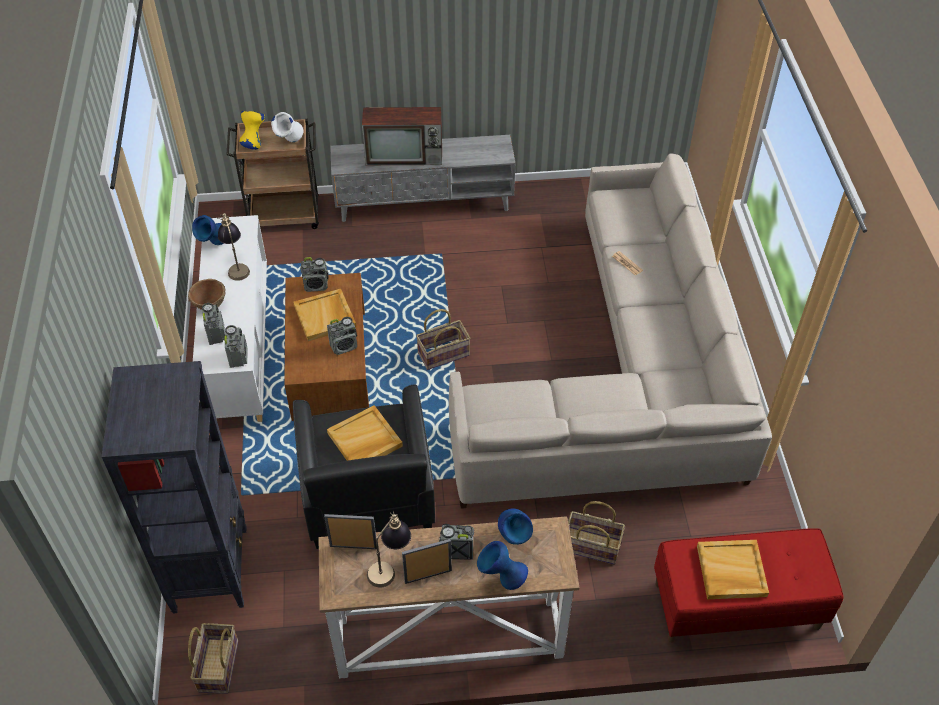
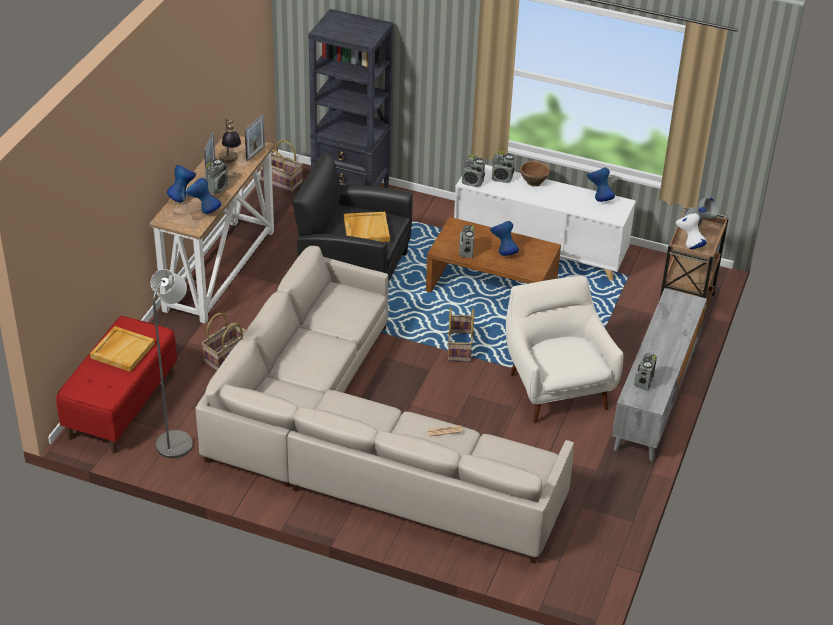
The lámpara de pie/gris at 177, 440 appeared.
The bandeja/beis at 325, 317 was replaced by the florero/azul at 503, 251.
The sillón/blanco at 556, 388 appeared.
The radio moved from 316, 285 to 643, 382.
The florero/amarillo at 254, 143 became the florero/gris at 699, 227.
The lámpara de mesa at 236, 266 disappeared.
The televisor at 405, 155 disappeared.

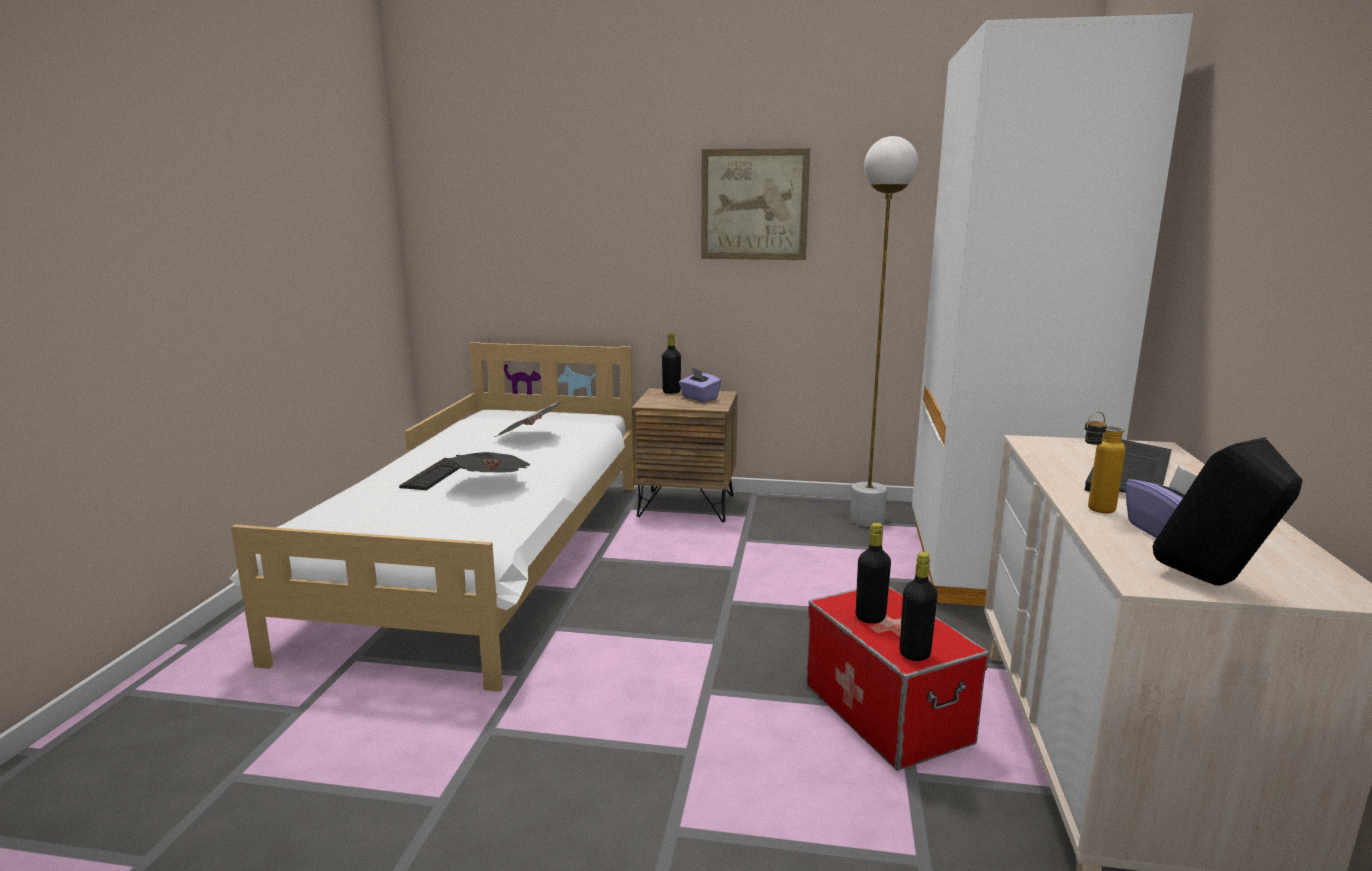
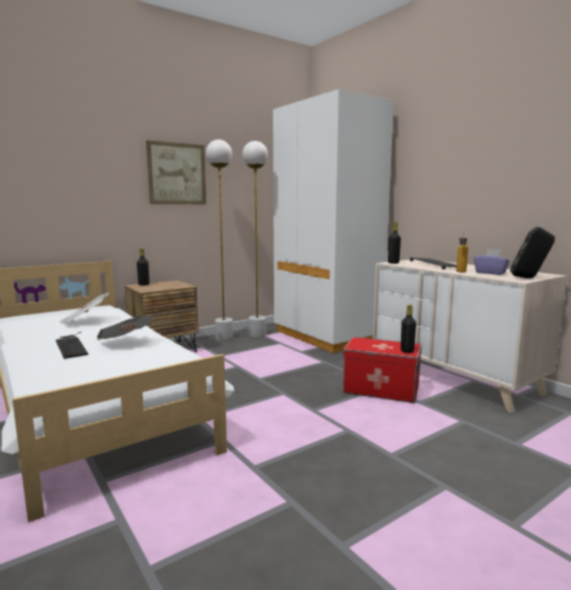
The lámpara de pie/blanco at 224, 337 appeared.
The botella/negro moved from 870, 617 to 393, 263.
The caja de pañuelos/morado at 699, 398 disappeared.

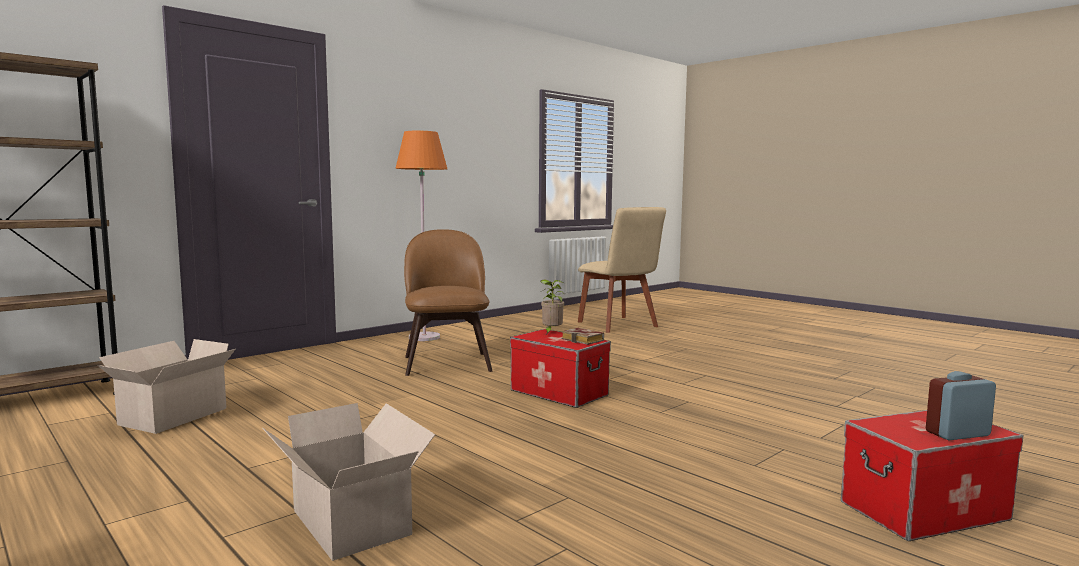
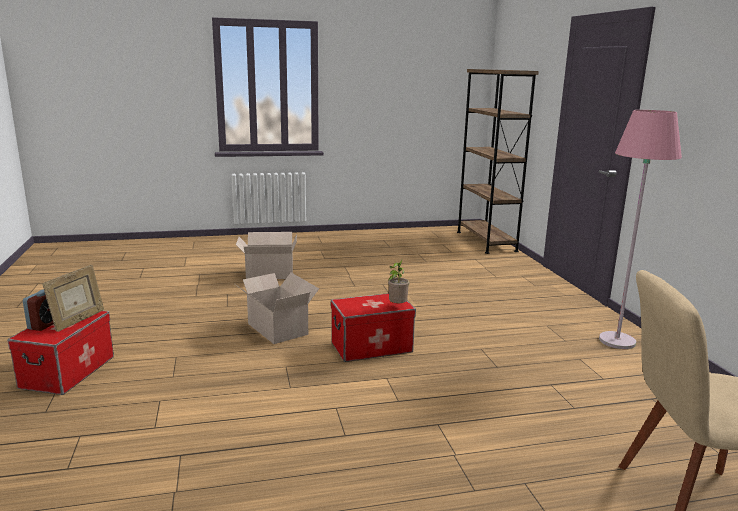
The portarretratos at 78, 321 appeared.
The caja de cartón moved from 170, 417 to 277, 328.
The lámpara de pie/naranja at 424, 337 became the lámpara de pie/rosa at 617, 341.
The silla/marrón at 447, 362 disappeared.
The libro at 584, 340 disappeared.

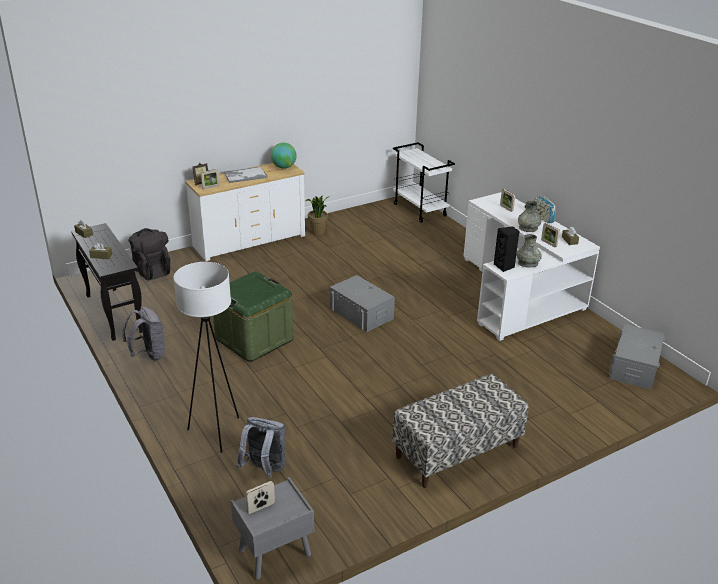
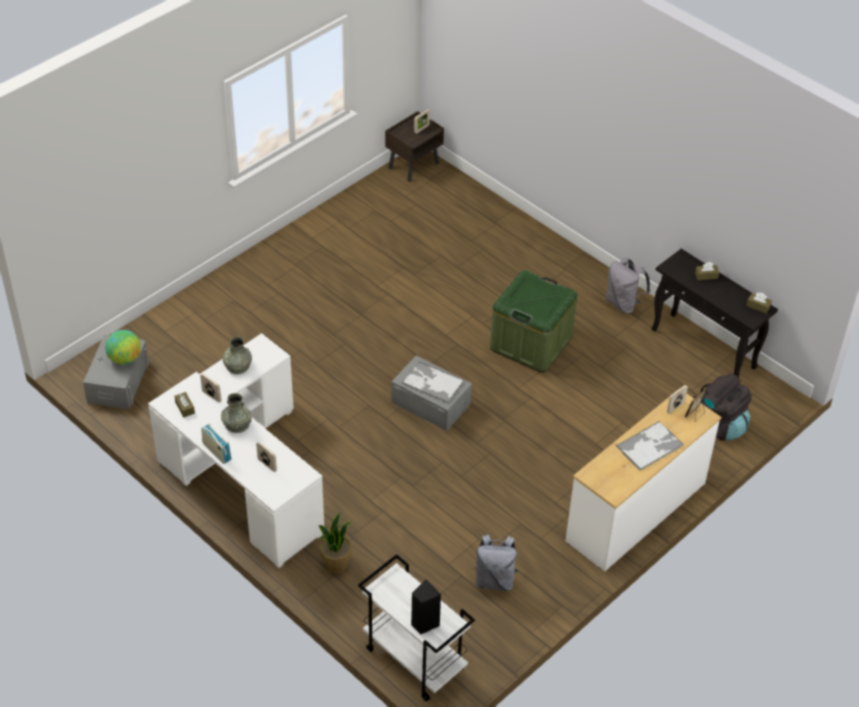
The globo terráqueo moved from 284, 167 to 125, 359.
The planta en maceta moved from 318, 232 to 336, 564.
The mesita de noche/gris at 274, 553 became the mesita de noche/marrón at 414, 165.
The bandeja at 432, 382 appeared.
The altavoz/negro moved from 504, 266 to 424, 623.
The mochila/gris moved from 264, 469 to 494, 580.
The lámpara de pie/blanco at 216, 432 disappeared.
The banco at 457, 452 disappeared.

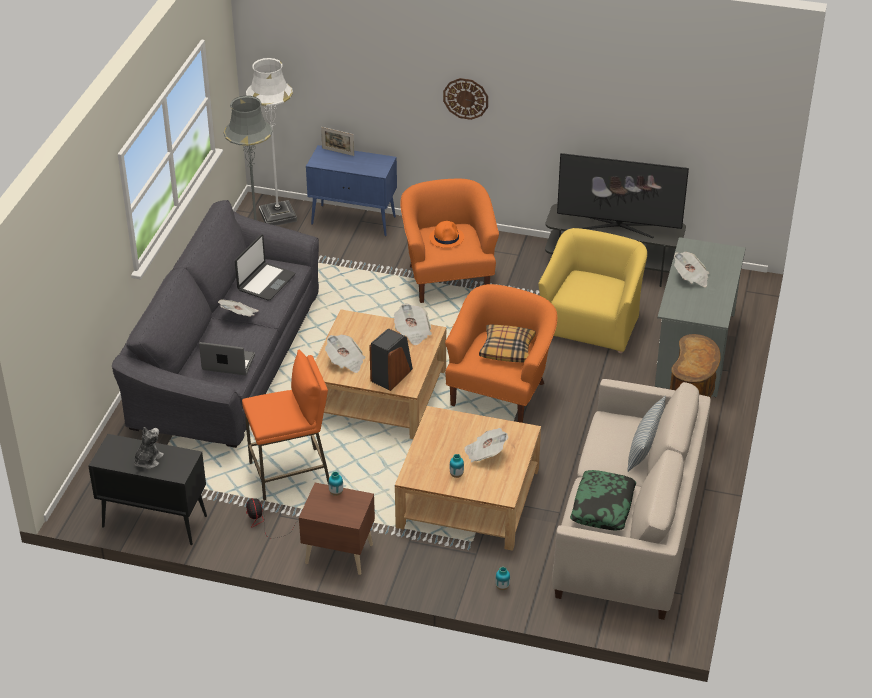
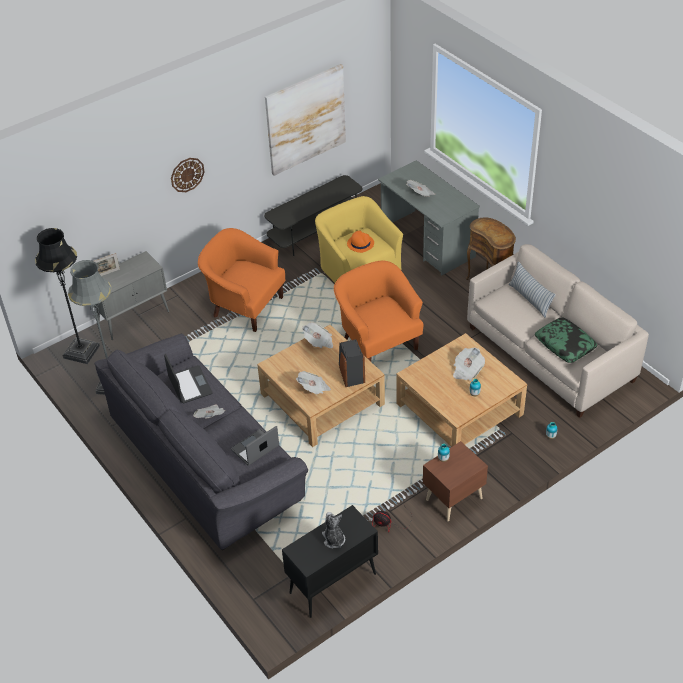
The lámpara de pie/blanco at 278, 215 became the lámpara de pie/negro at 81, 352.
The armario/azul at 354, 220 became the armario/gris at 134, 317.
The cuadro at 306, 119 appeared.
The sombrero/naranja moved from 446, 238 to 360, 243.
The taburete/naranja at 290, 473 disappeared.
The cojín at 507, 349 disappeared.
The televisor at 618, 226 disappeared.

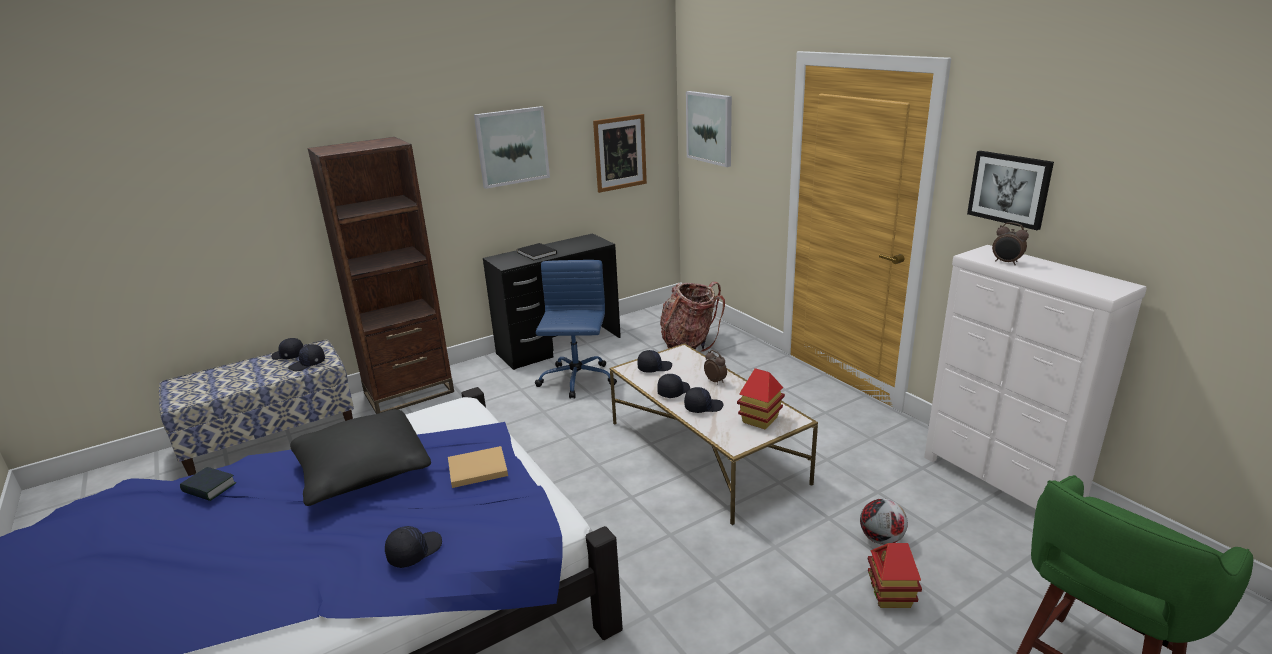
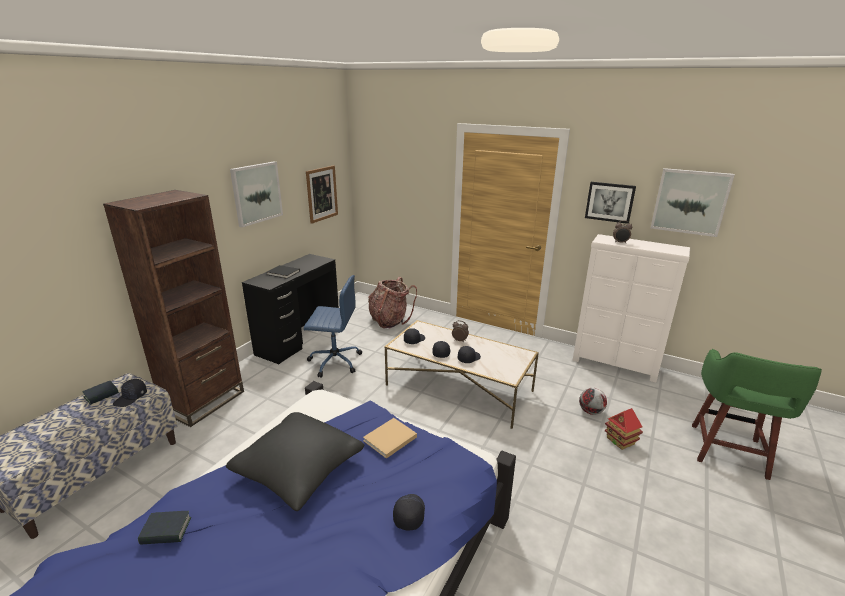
The gorra/negro at 288, 356 was replaced by the libro at 101, 395.
The silla de oficina/azul at 576, 380 turned 120 degrees clockwise.
The cuadro moved from 710, 128 to 690, 202.
The casita at 760, 419 disappeared.

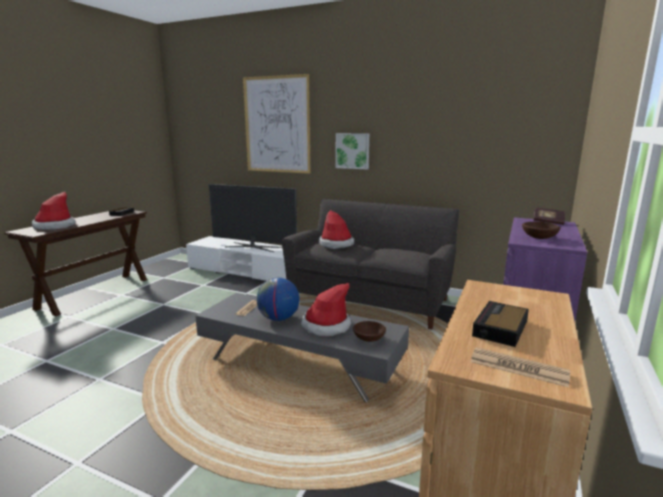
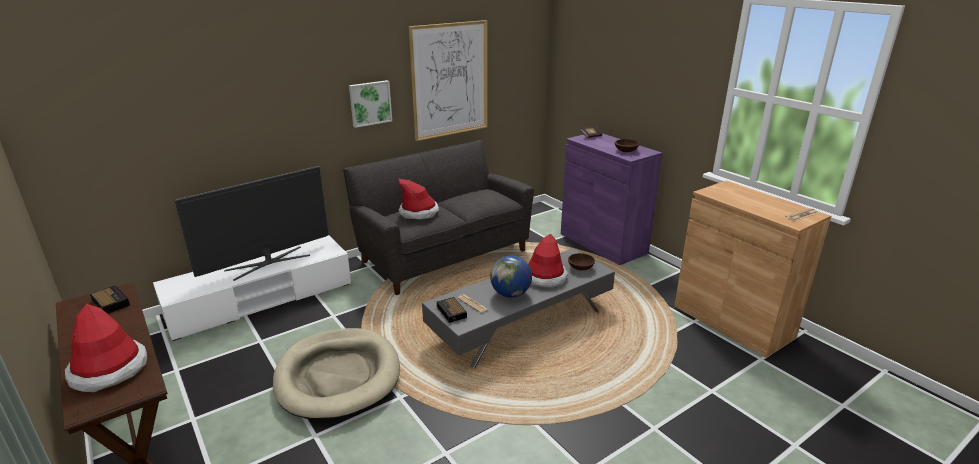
The cama para perro/beis at 338, 376 appeared.
The cuadro moved from 277, 125 to 450, 80.
The despertador moved from 500, 329 to 452, 312.

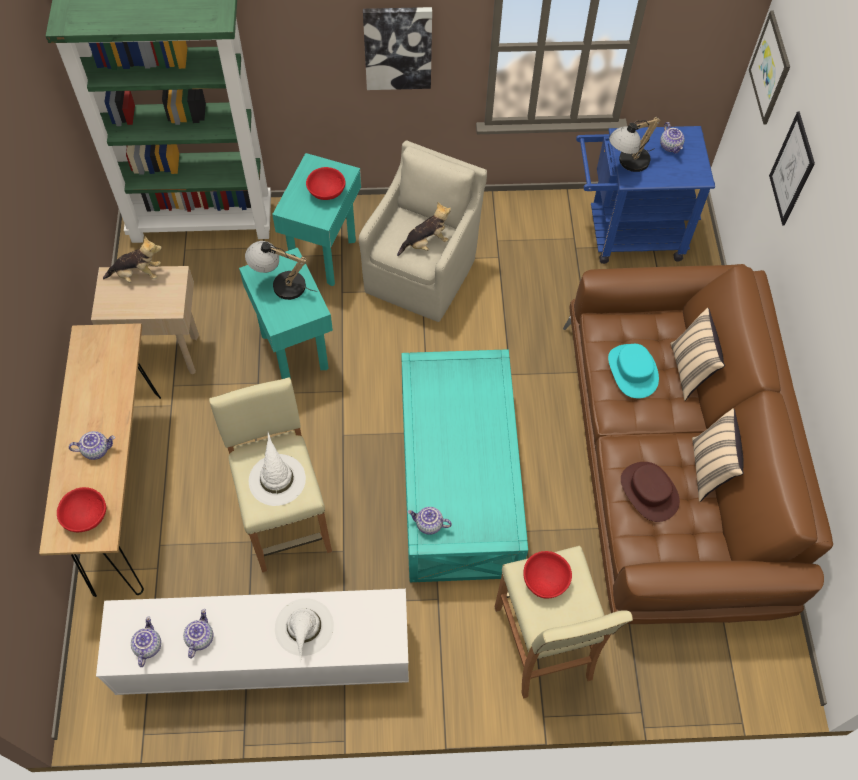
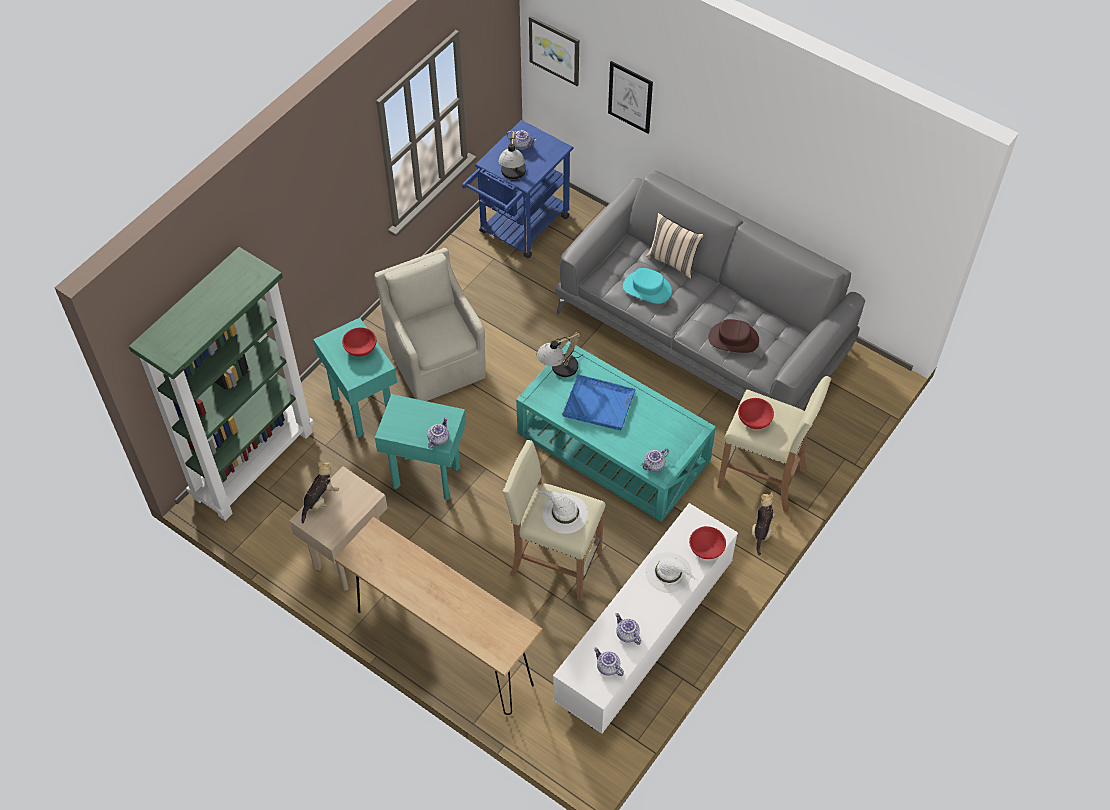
The tetera moved from 96, 449 to 438, 439.
The lámpara de mesa moved from 280, 284 to 559, 370.
The sofá/marrón at 669, 464 became the sofá/gris at 704, 330.
The bandeja/azul at 599, 404 appeared.
The cuenco/rojo moved from 86, 516 to 707, 548.
The peluche moved from 426, 243 to 762, 530.
The cuadro at 398, 47 disappeared.
The cojín/beis at 709, 469 disappeared.

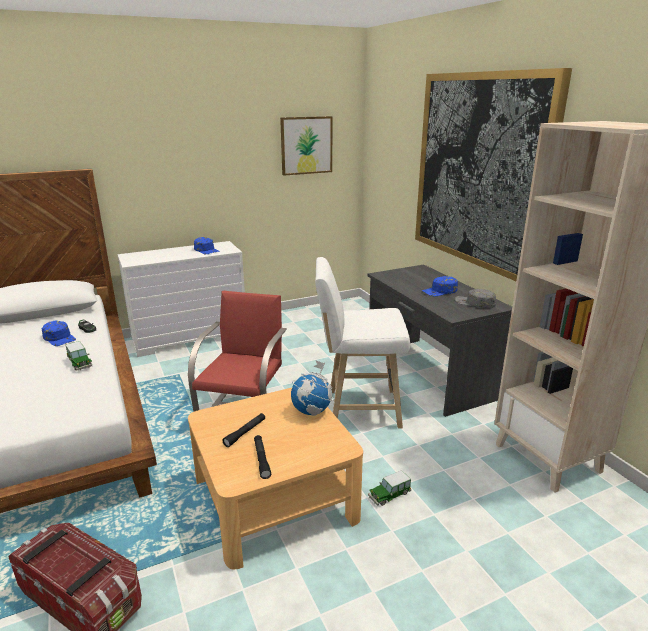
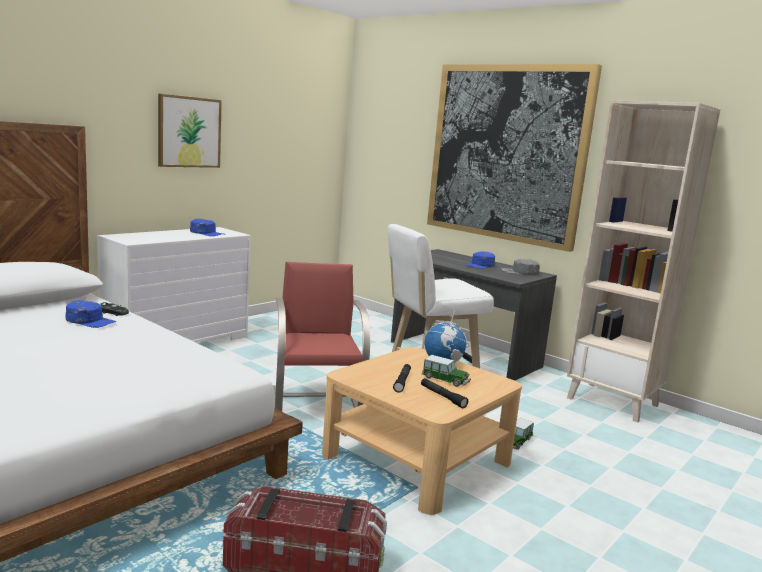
The cuadro moved from 306, 145 to 189, 132.
The coche de juguete moved from 80, 363 to 445, 380.

